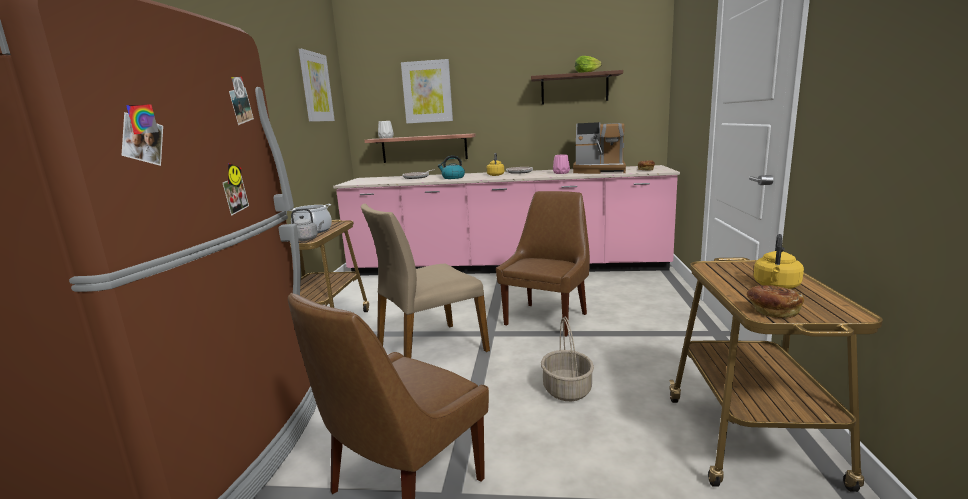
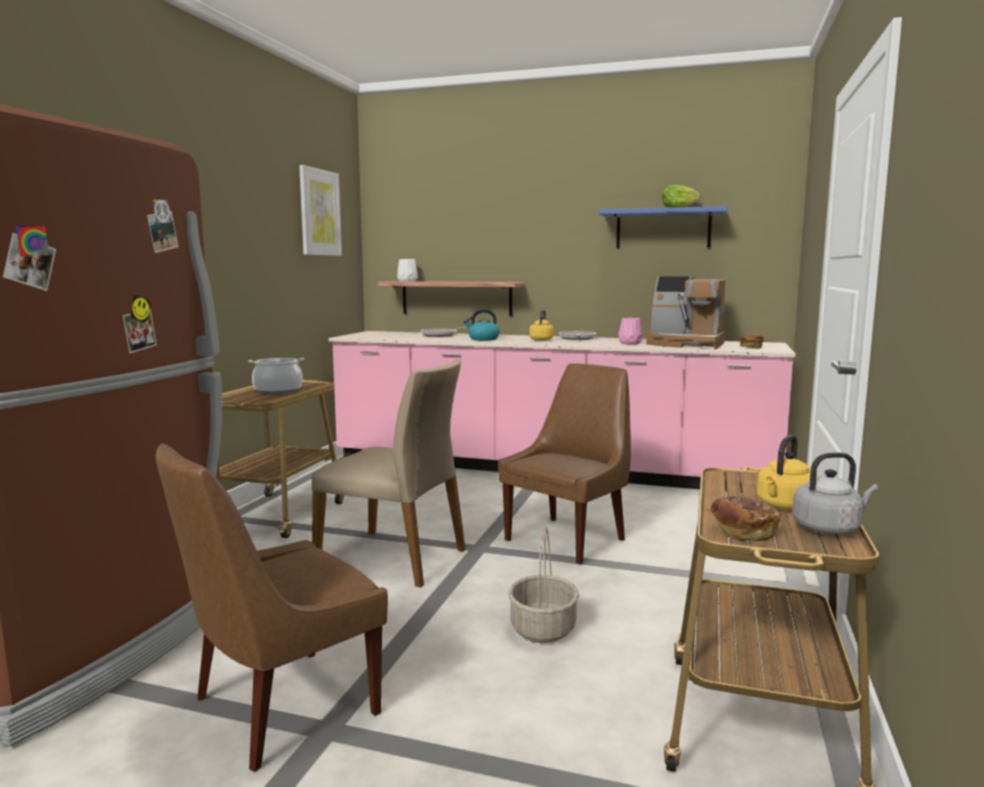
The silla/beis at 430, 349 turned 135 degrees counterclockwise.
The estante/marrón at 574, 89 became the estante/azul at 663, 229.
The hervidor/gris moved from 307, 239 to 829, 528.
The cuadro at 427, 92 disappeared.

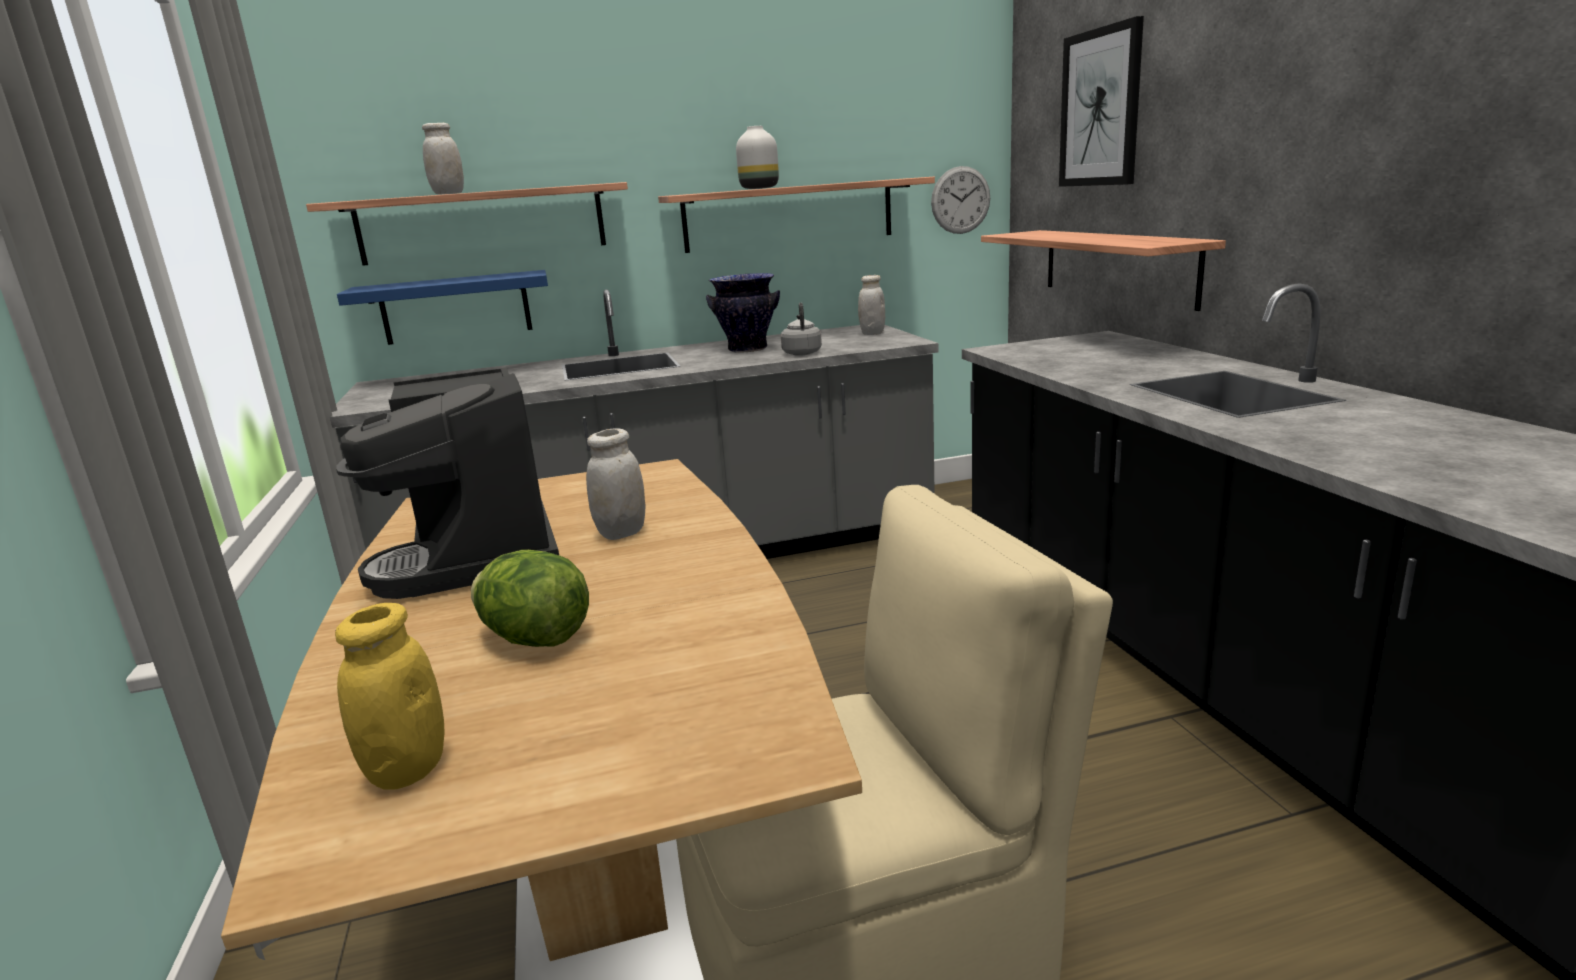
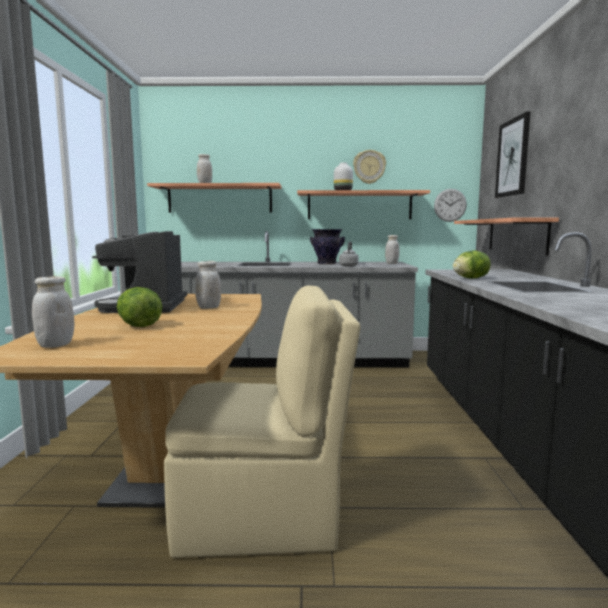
The tarro/amarillo at 407, 769 became the tarro/blanco at 55, 345.
The reloj de pared at 369, 167 appeared.
The lechuga at 470, 278 appeared.
The estante/azul at 456, 307 disappeared.

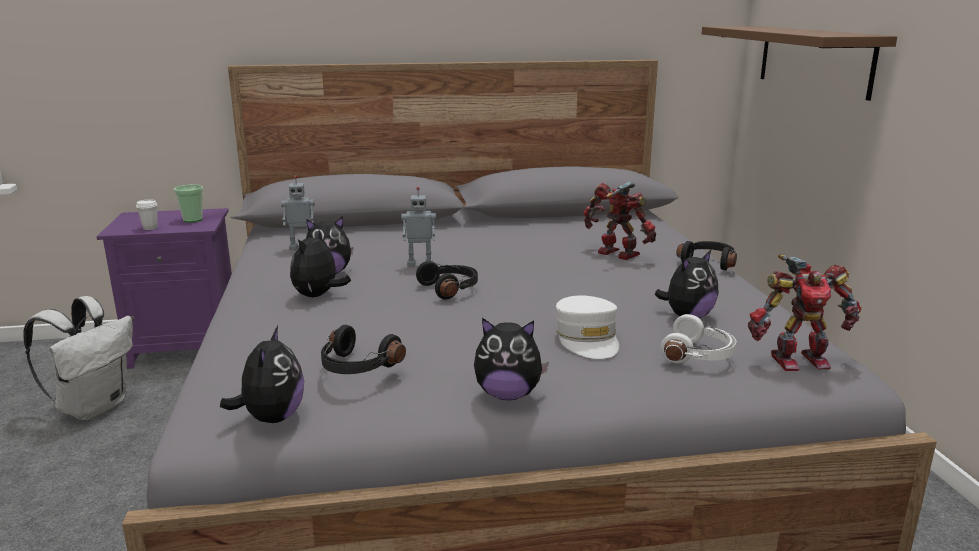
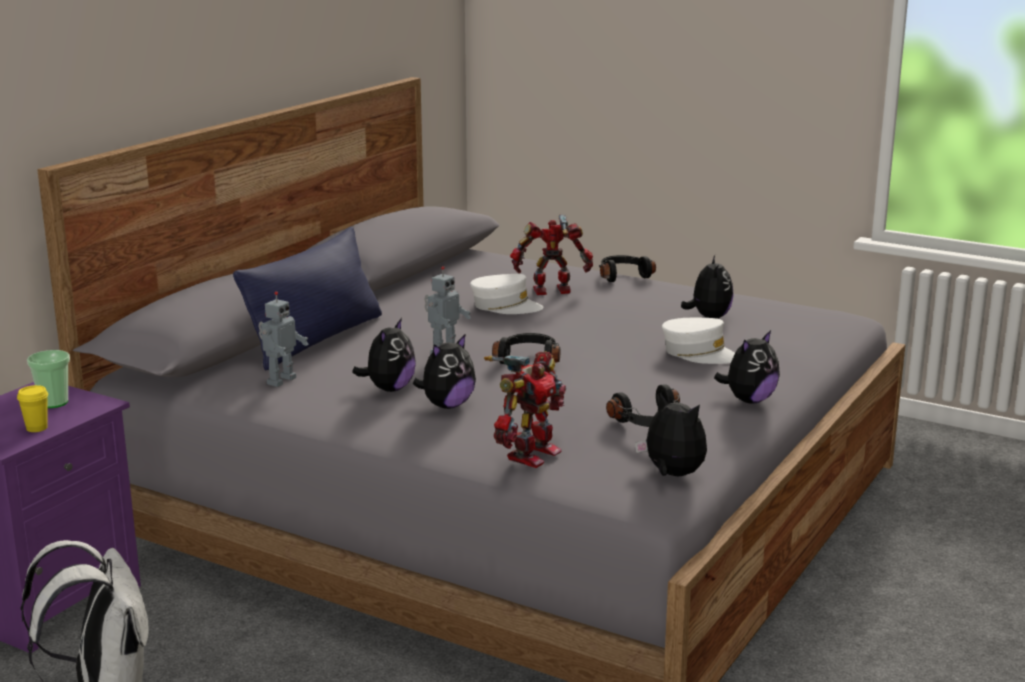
The taza/blanco at 150, 228 became the taza/amarillo at 37, 428.
The cojín/azul at 316, 339 appeared.
The peluche at 318, 296 turned 105 degrees counterclockwise.
The gorra/blanco at 505, 306 appeared.
The robot de juguete moved from 797, 359 to 530, 454.
The auriculares/blanco at 699, 355 disappeared.
The estante/marrón at 814, 59 disappeared.

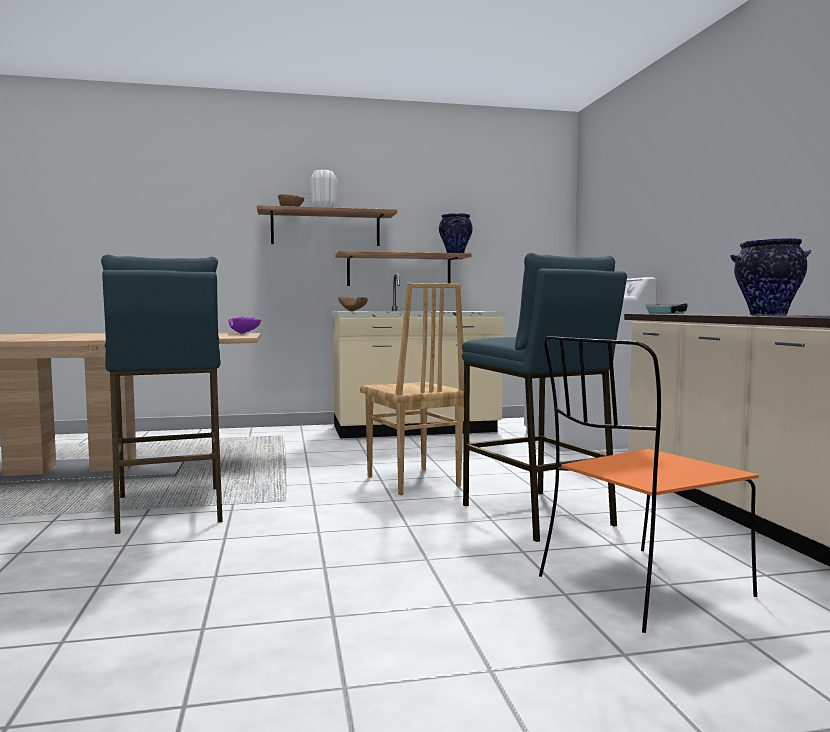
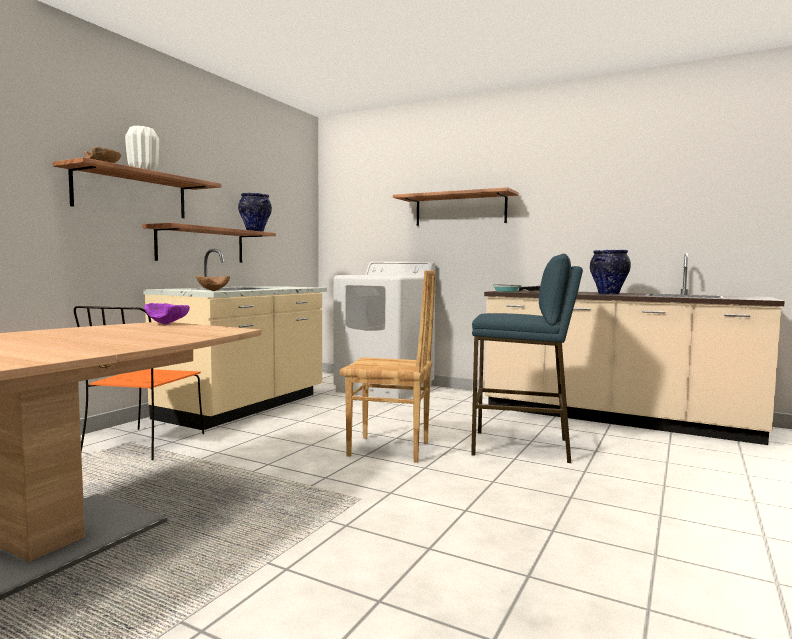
The silla/naranja moved from 640, 588 to 143, 445.
The estante at 460, 210 appeared.
The taburete/azul at 169, 509 disappeared.

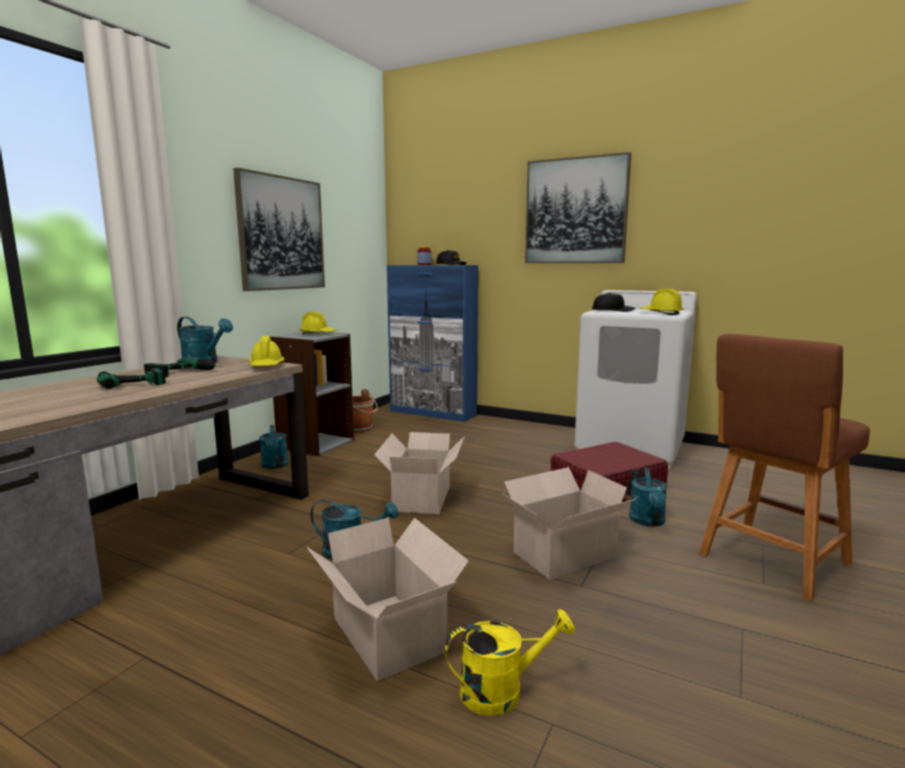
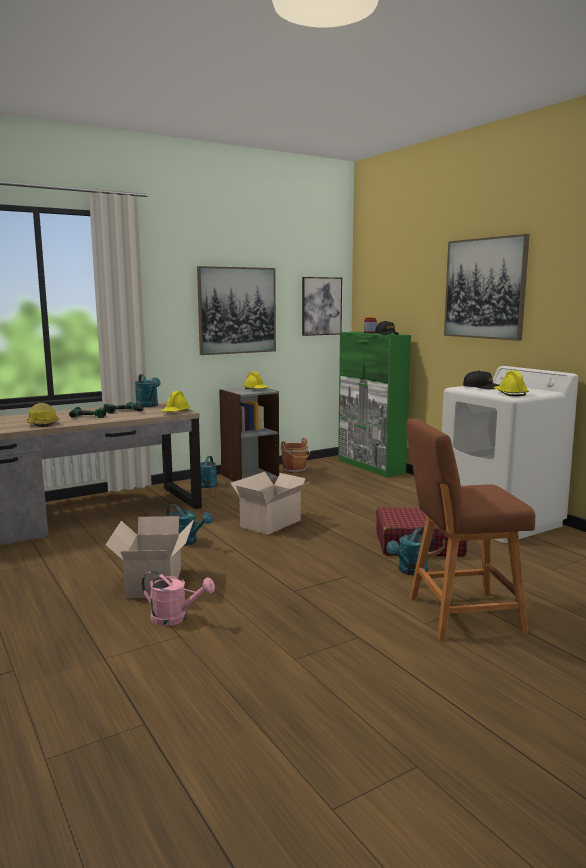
The casco at 42, 424 appeared.
The regadera/amarillo at 502, 690 became the regadera/rosa at 175, 618.
The cuadro at 321, 306 appeared.
The armario/azul at 433, 413 became the armario/verde at 370, 466.
The caja de cartón at 561, 555 disappeared.

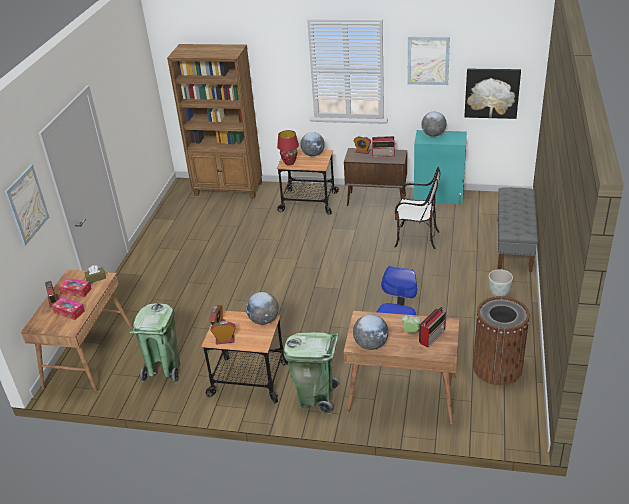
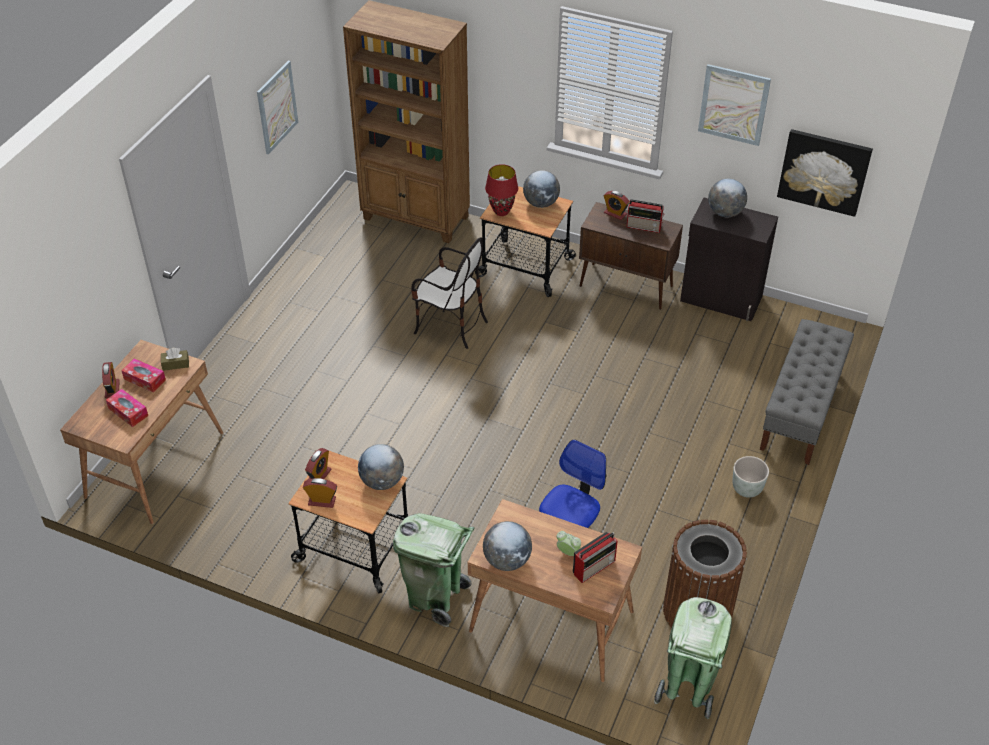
The cuadro moved from 27, 204 to 277, 107.
The silla moved from 416, 238 to 450, 326.
The papelera/verde moved from 164, 370 to 687, 688.
The armario/turquesa at 439, 197 became the armario/negro at 721, 299.

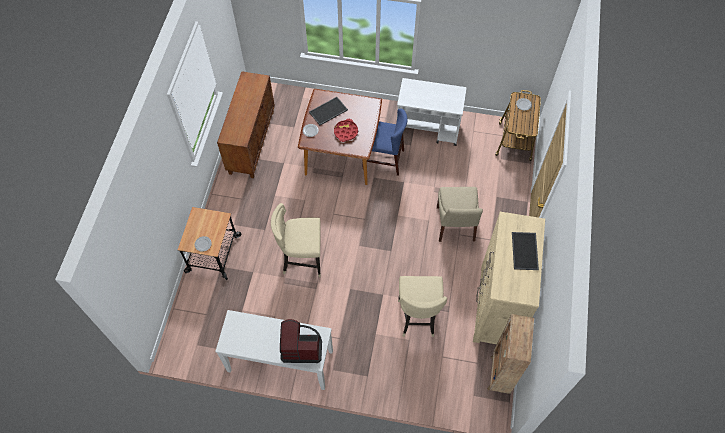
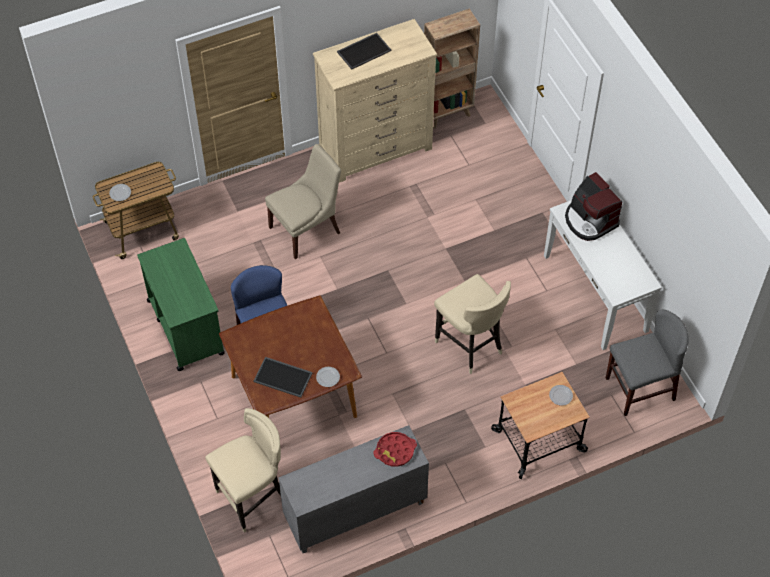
The carrito/blanco at 428, 129 became the carrito/verde at 185, 326.
The taburete/beis moved from 417, 318 to 253, 498.
The armario/marrón at 251, 142 became the armario/gris at 354, 512.
The bandeja/rojo moved from 346, 132 to 395, 451.
The silla/gris at 640, 389 appeared.

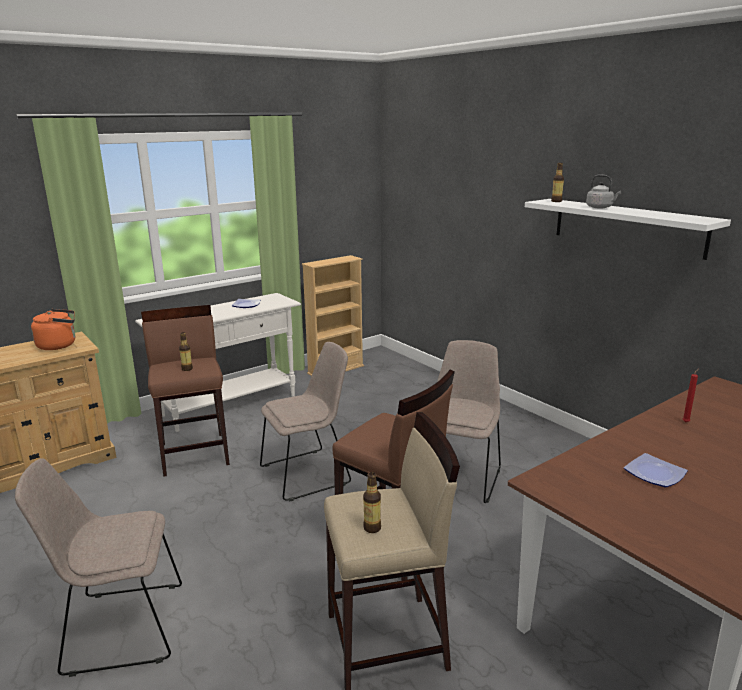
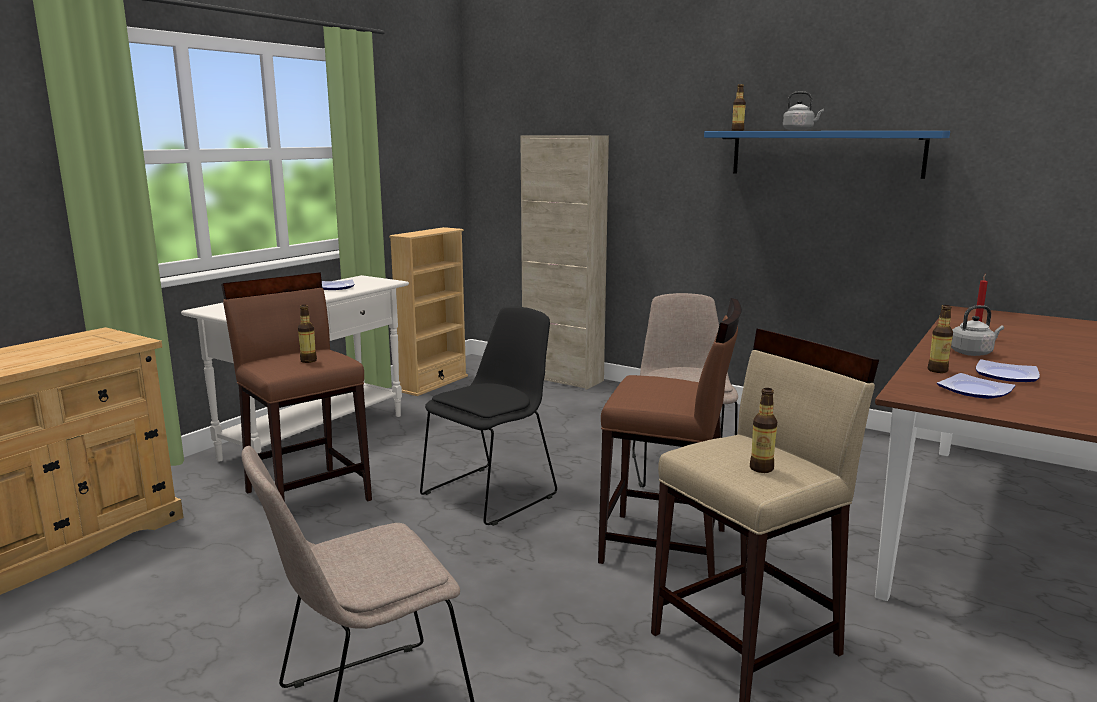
The silla/beis at 308, 473 became the silla/negro at 492, 493.
The armario/beis at 562, 378 appeared.
The estante/blanco at 627, 227 became the estante/azul at 825, 153.
The botella at 937, 370 appeared.
The plato at 976, 391 appeared.
The hervidor/gris at 972, 353 appeared.
The hervidor/naranja at 59, 345 disappeared.

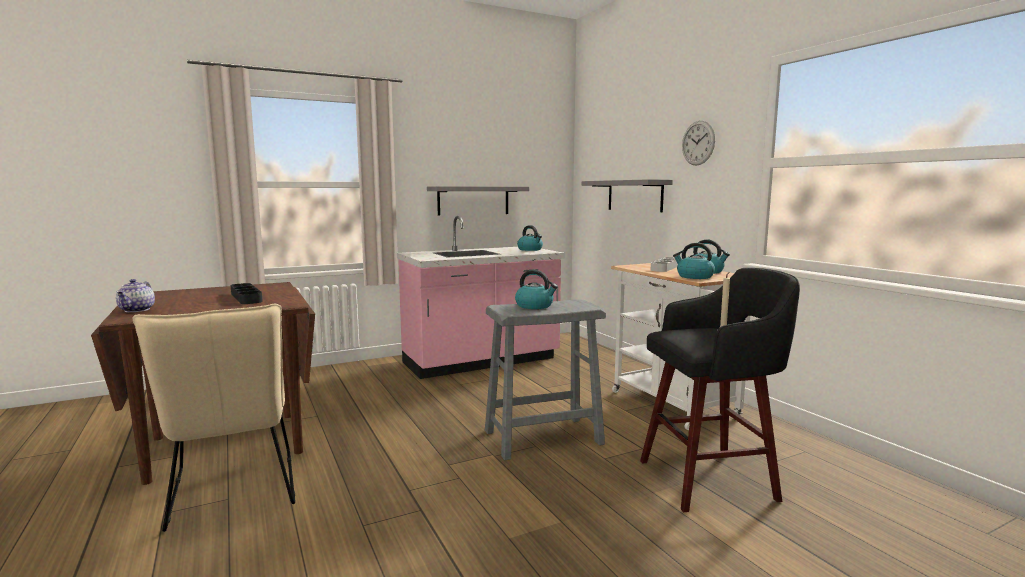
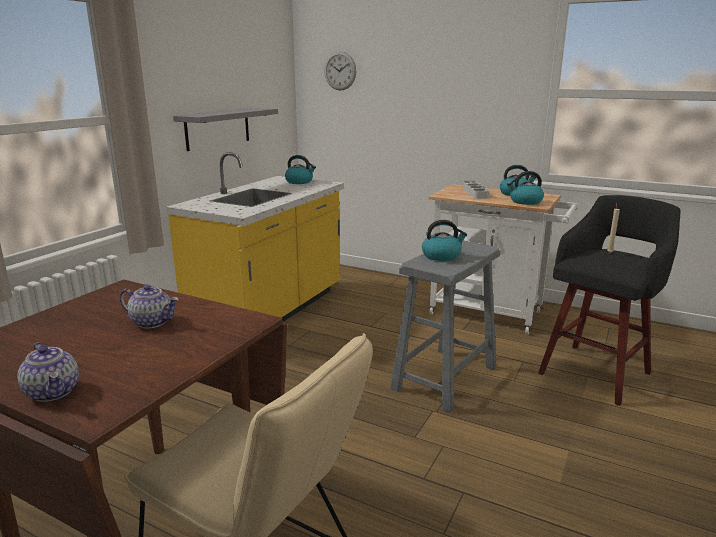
The bandeja/negro at 246, 297 was replaced by the tetera at 152, 322.
The mueble bajo de cocina/rosa at 481, 362 became the mueble bajo de cocina/amarillo at 270, 313.
The reloj de pared moved from 698, 143 to 340, 71.
The estante/gris at 634, 195 disappeared.

